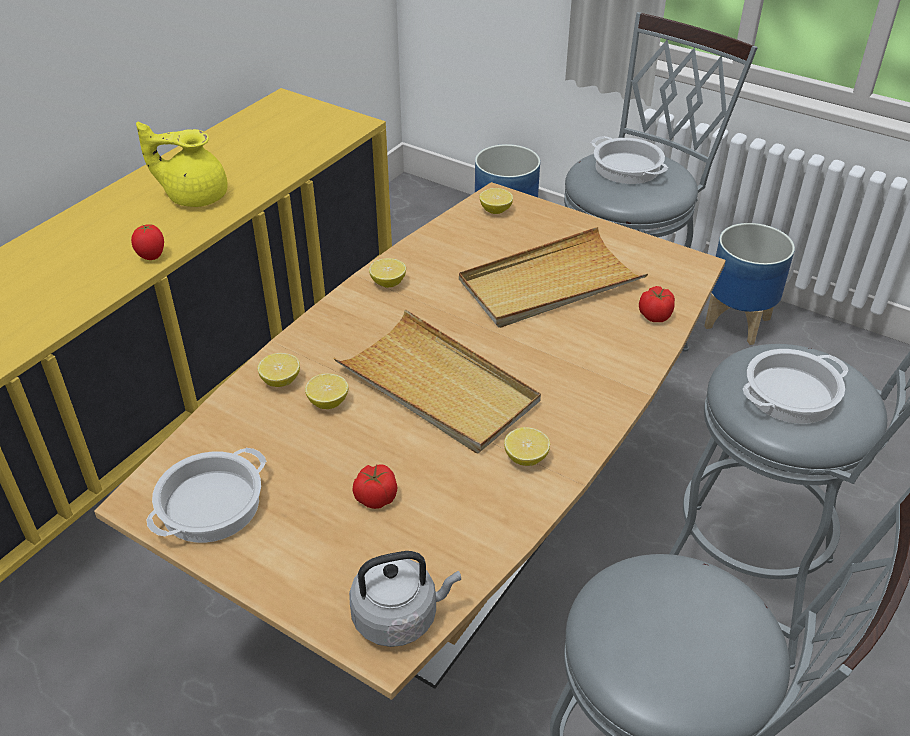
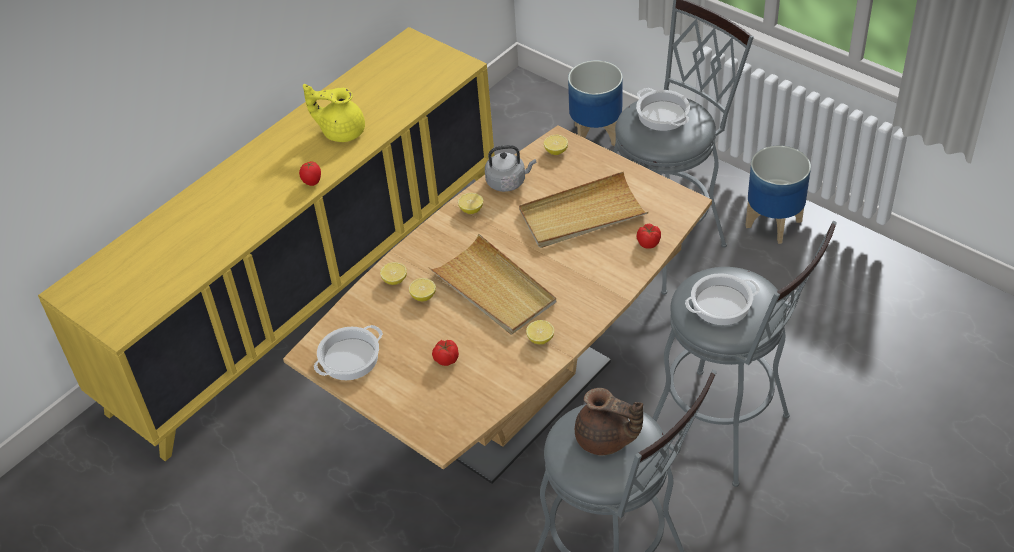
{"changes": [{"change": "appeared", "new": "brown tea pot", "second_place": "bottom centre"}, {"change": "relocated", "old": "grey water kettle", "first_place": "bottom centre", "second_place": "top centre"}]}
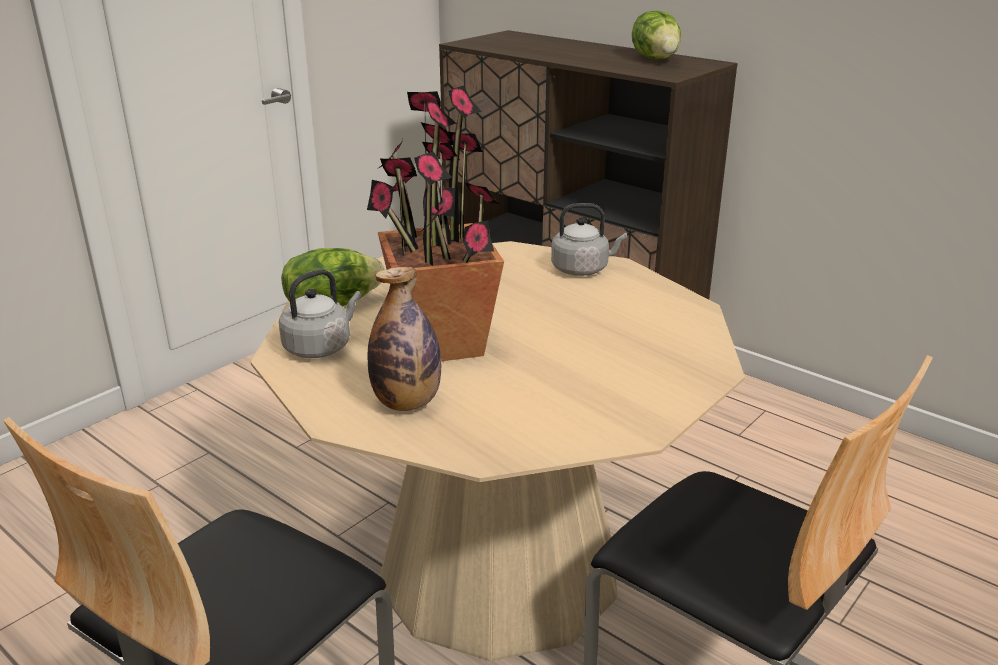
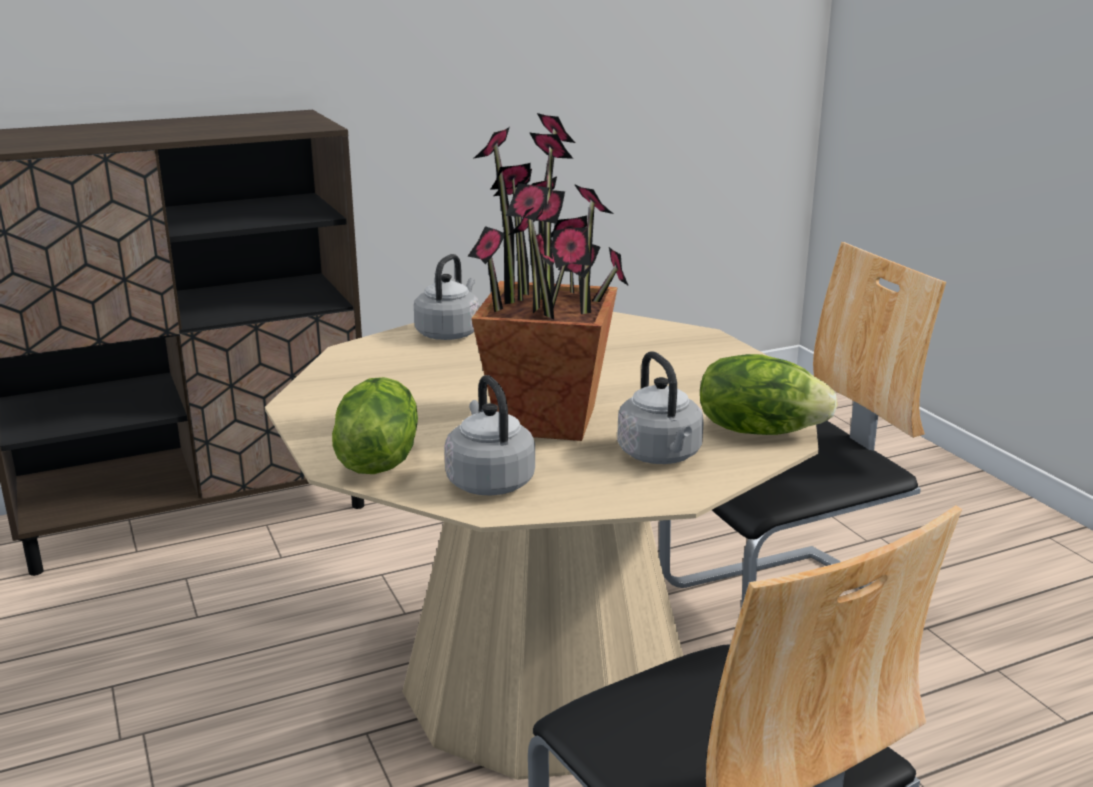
{"changes": [{"change": "relocated", "old": "lettuce head (no. 2 from left)", "first_place": "top centre", "second_place": "middle right"}, {"change": "exchanged", "old": "drink bottle", "new": "grey water kettle (no. 3 from left)", "first_place": "centre", "second_place": "centre"}]}
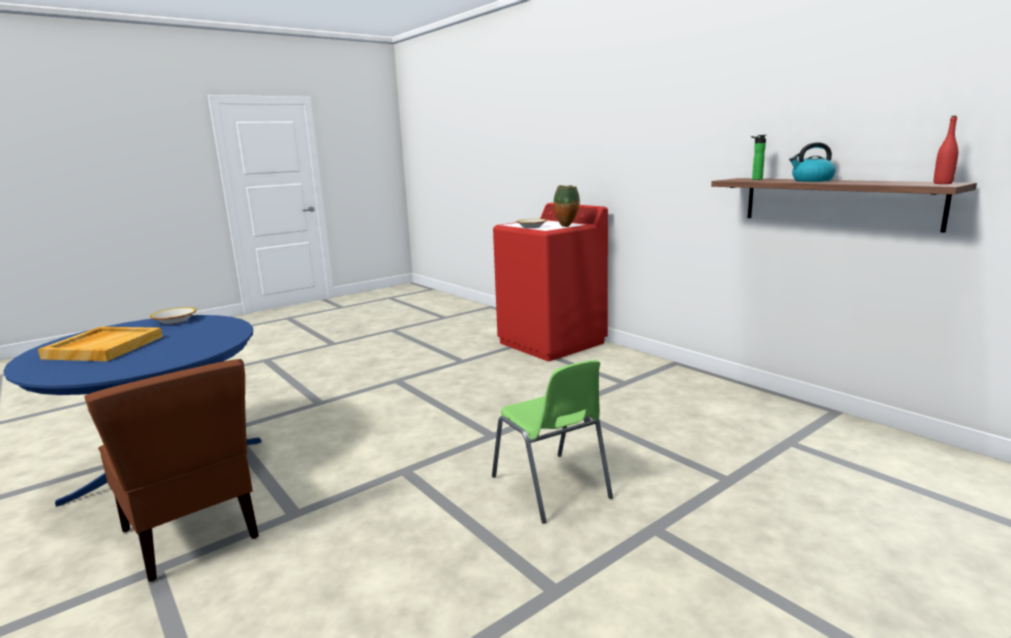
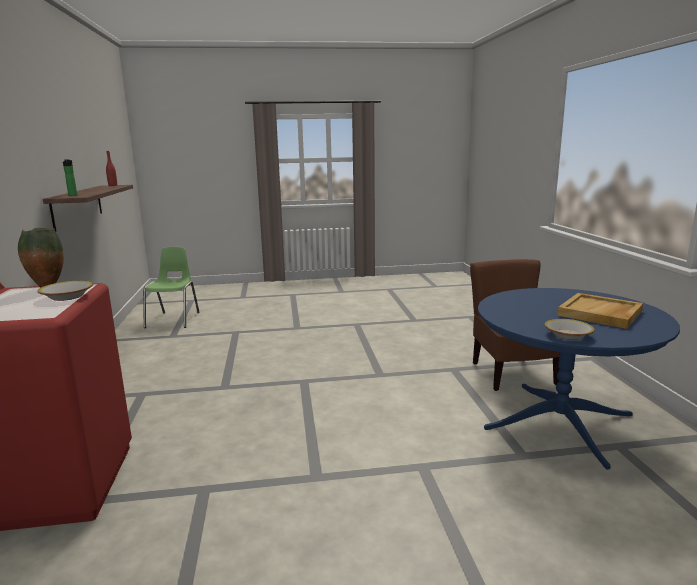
{"changes": [{"change": "missing", "old": "water kettle", "first_place": "top right"}, {"change": "relocated", "old": "green-coloured chair", "first_place": "bottom centre", "second_place": "middle left"}]}
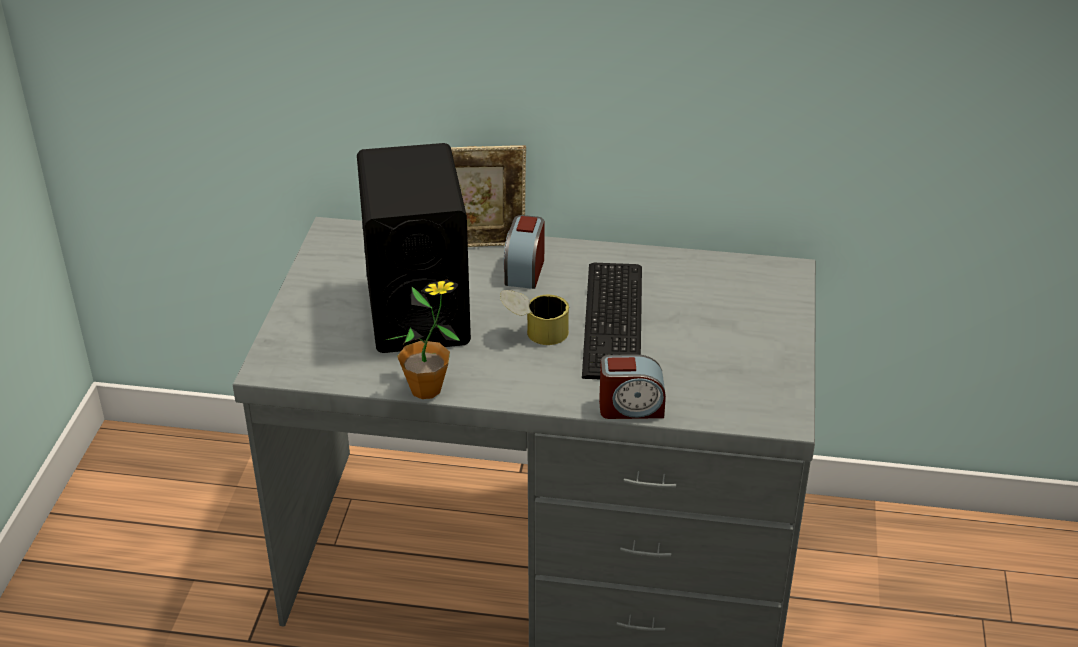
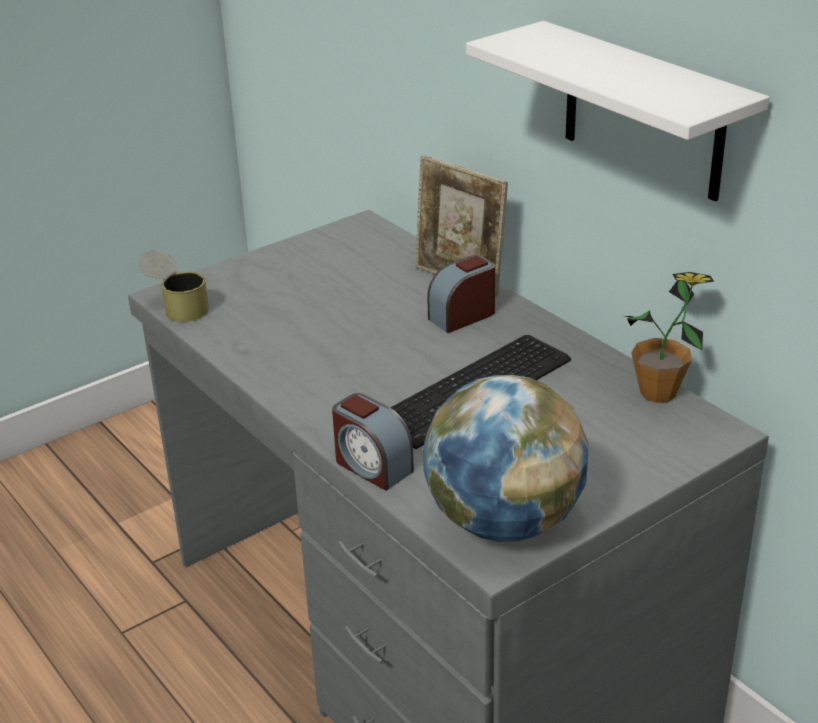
{"changes": [{"change": "missing", "old": "black speaker", "first_place": "centre"}, {"change": "appeared", "new": "world globe", "second_place": "centre"}, {"change": "appeared", "new": "white-coloured bracket shelf", "second_place": "top right"}, {"change": "relocated", "old": "plant in a pot", "first_place": "centre", "second_place": "middle right"}, {"change": "relocated", "old": "can", "first_place": "centre", "second_place": "middle left"}]}
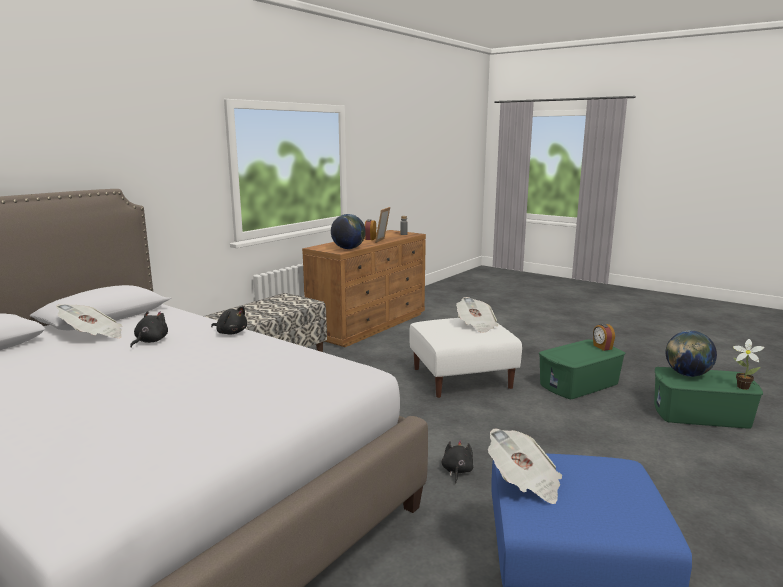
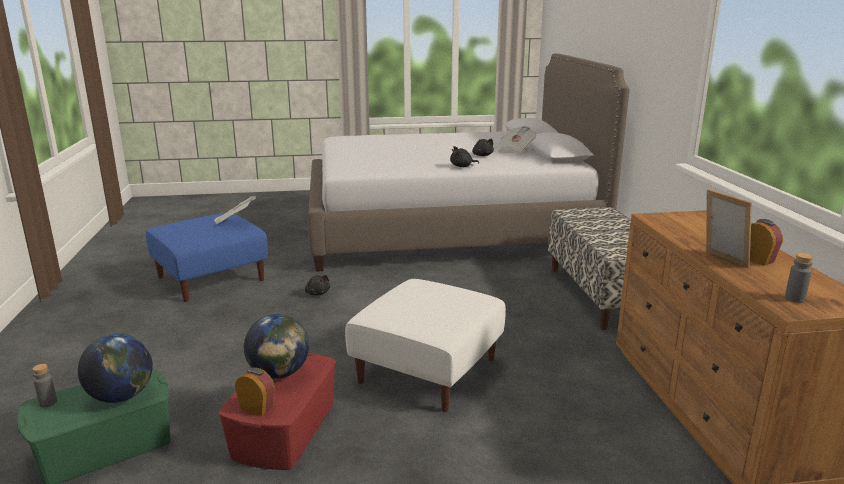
{"changes": [{"change": "missing", "old": "printed paper (no. 2 from left)", "first_place": "centre"}, {"change": "relocated", "old": "world globe (no. 1 from left in the first image)", "new": "world globe (no. 2 from left)", "first_place": "centre", "second_place": "bottom left"}, {"change": "exchanged", "old": "plant in a pot", "new": "grey drink bottle (no. 1 from left)", "first_place": "middle right", "second_place": "bottom left"}, {"change": "colour", "old": "green-coloured storage bin (no. 1 from left)", "new": "reddish storage bin", "first_place": "middle right", "second_place": "bottom left"}]}
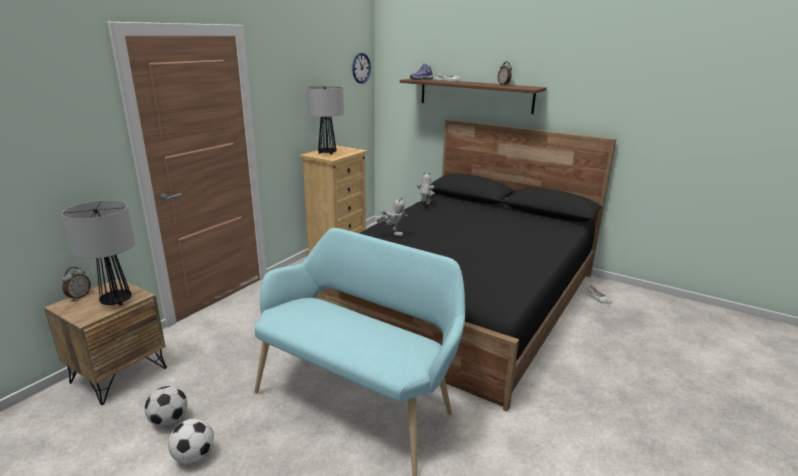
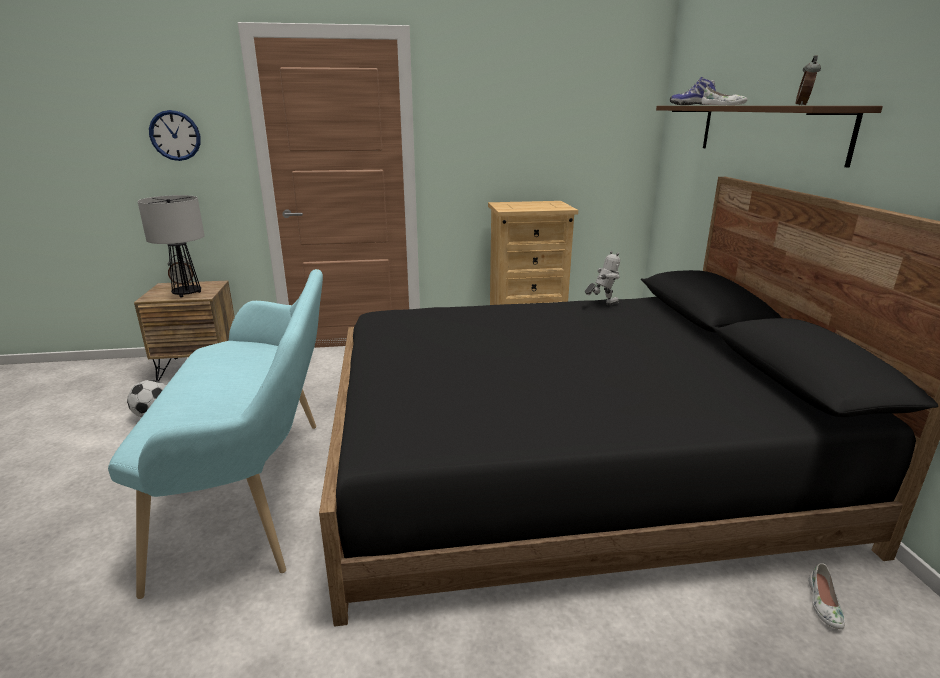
{"changes": [{"change": "missing", "old": "ball for football (no. 2 from left)", "first_place": "bottom left"}, {"change": "missing", "old": "tabletop lamp (no. 2 from left)", "first_place": "top centre"}, {"change": "missing", "old": "toy robot (no. 1 from left)", "first_place": "centre"}, {"change": "relocated", "old": "wall clock", "first_place": "top centre", "second_place": "top left"}]}
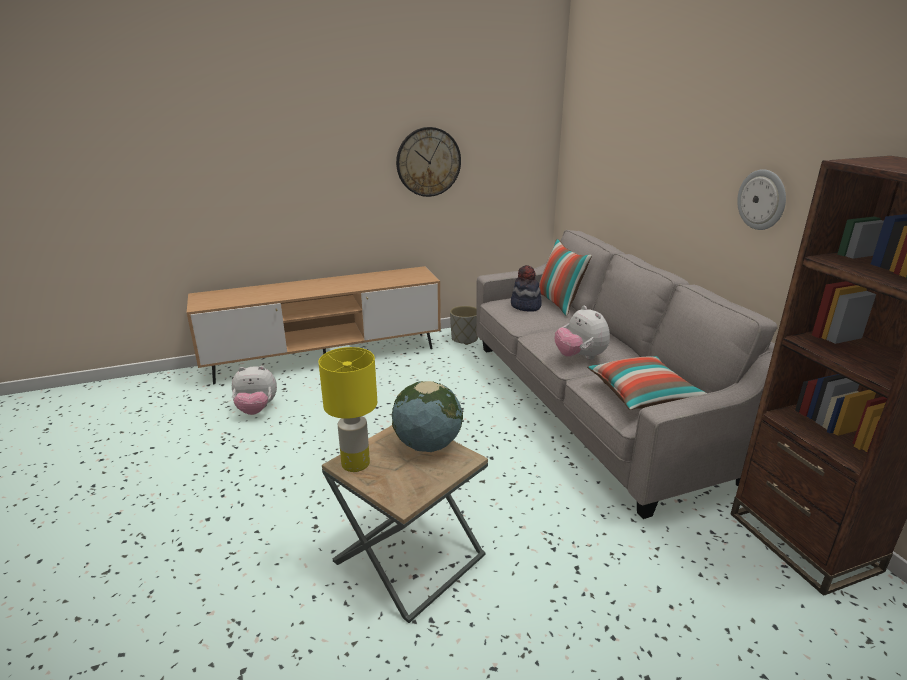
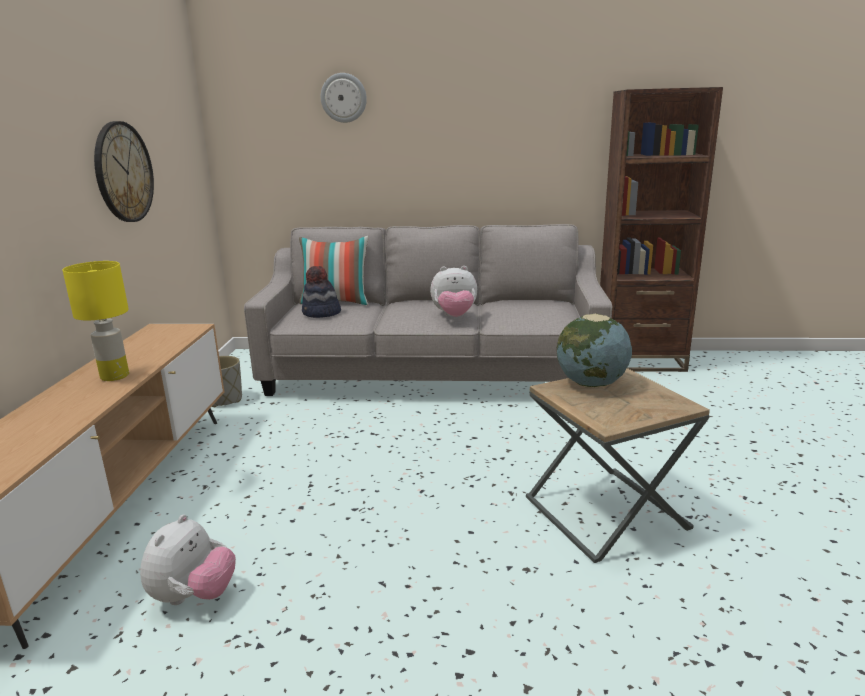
{"changes": [{"change": "missing", "old": "pillow (no. 2 from left)", "first_place": "middle right"}, {"change": "relocated", "old": "yellow-coloured tabletop lamp", "first_place": "centre", "second_place": "middle left"}, {"change": "relocated", "old": "wall clock (no. 2 from left)", "first_place": "top right", "second_place": "top centre"}]}
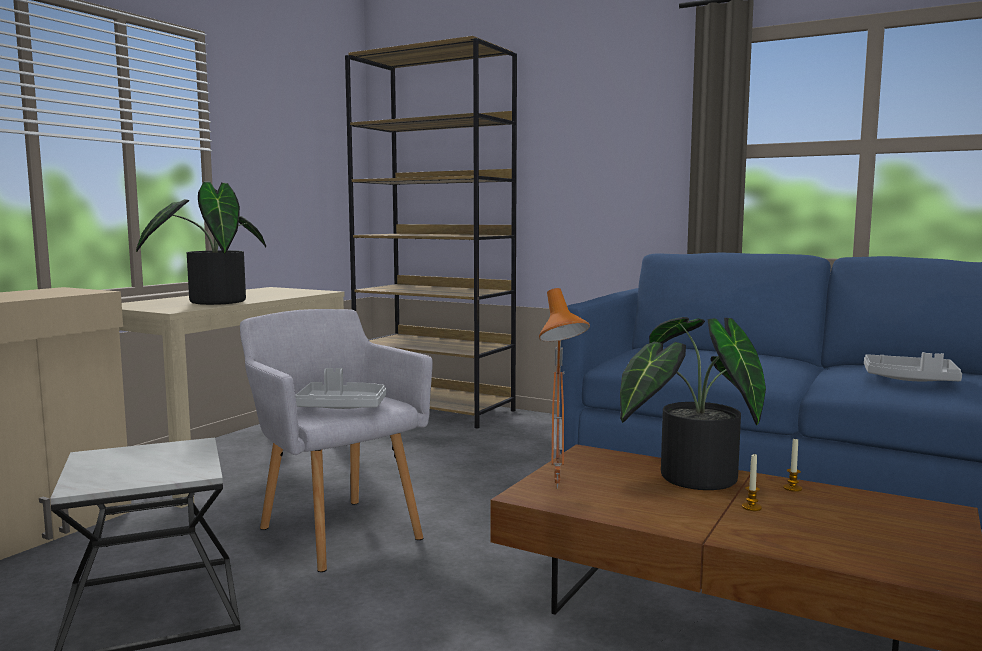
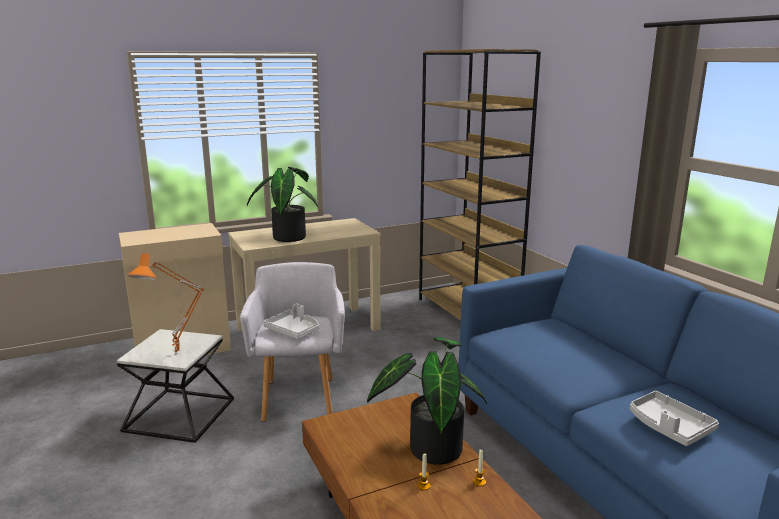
{"changes": [{"change": "relocated", "old": "orange-coloured tabletop lamp", "first_place": "centre", "second_place": "middle left"}]}
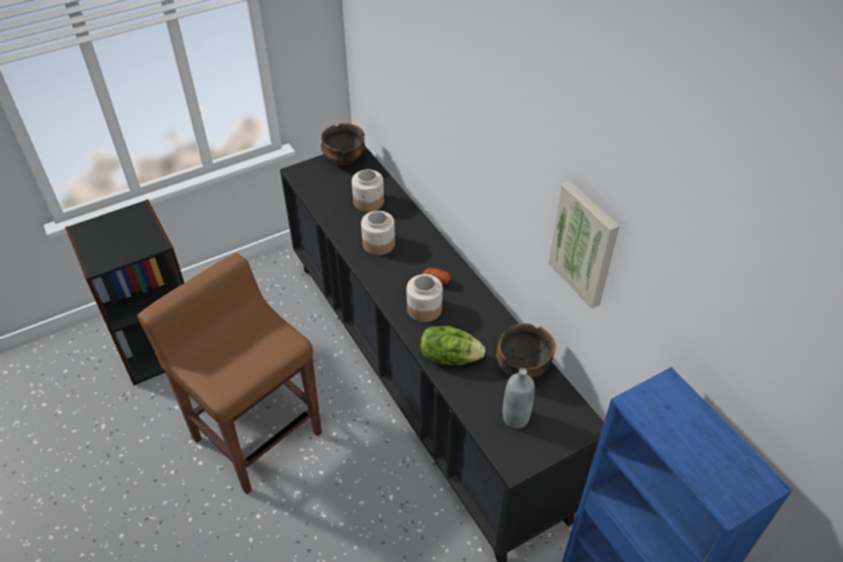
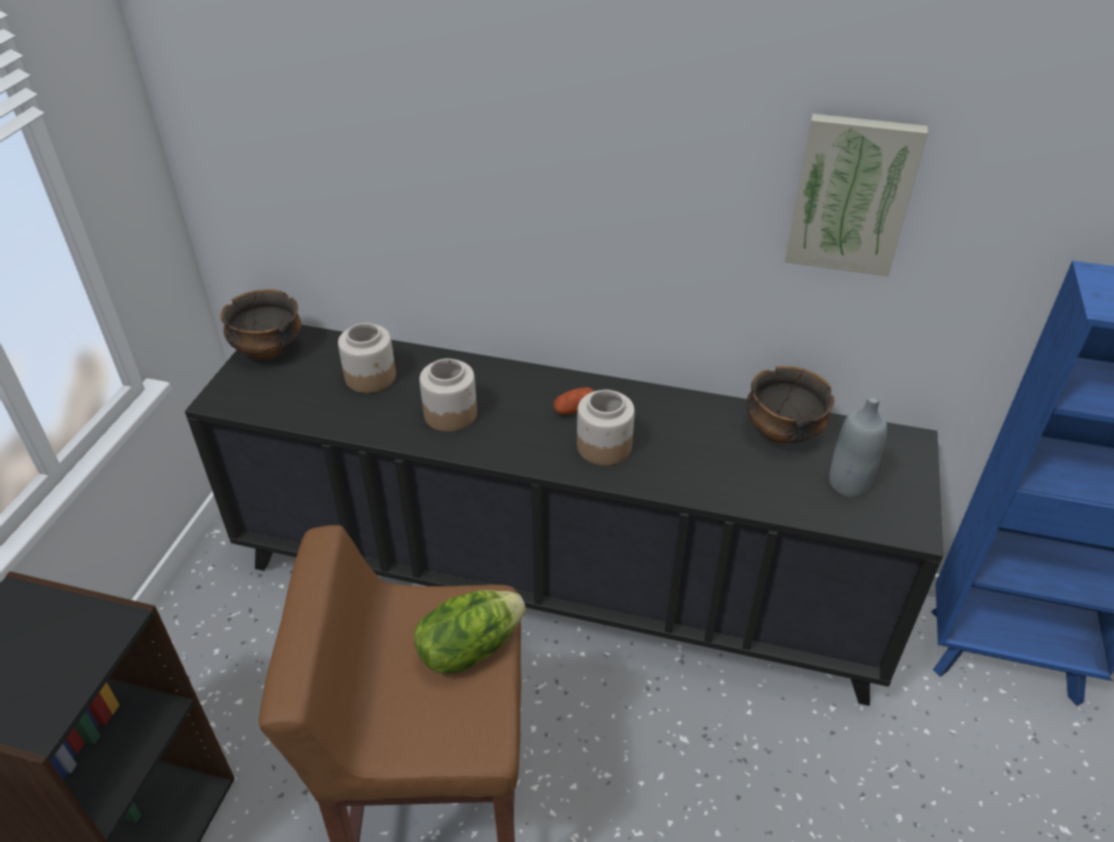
{"changes": [{"change": "relocated", "old": "lettuce head", "first_place": "centre", "second_place": "bottom centre"}]}
